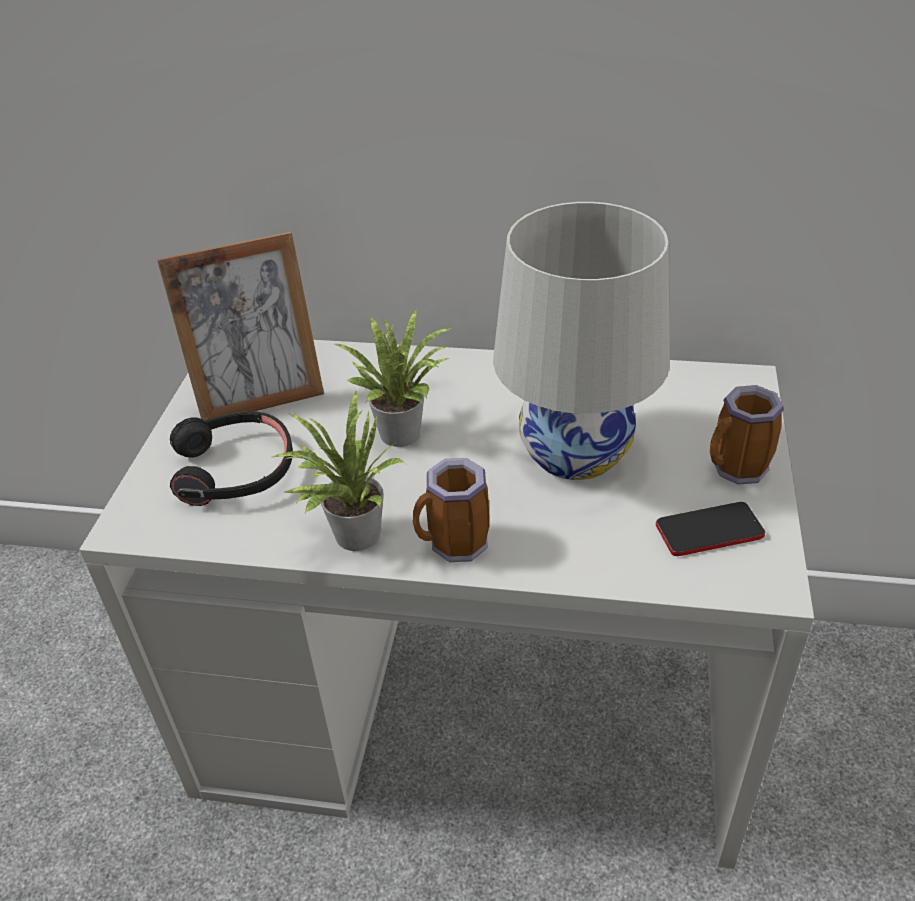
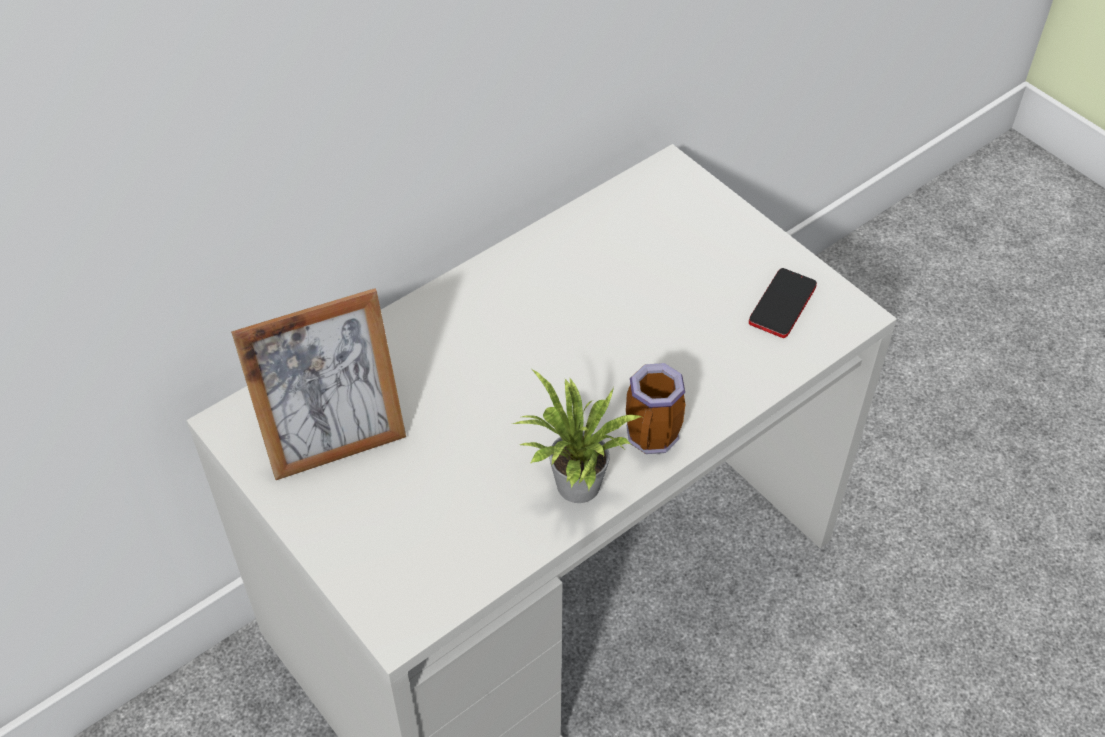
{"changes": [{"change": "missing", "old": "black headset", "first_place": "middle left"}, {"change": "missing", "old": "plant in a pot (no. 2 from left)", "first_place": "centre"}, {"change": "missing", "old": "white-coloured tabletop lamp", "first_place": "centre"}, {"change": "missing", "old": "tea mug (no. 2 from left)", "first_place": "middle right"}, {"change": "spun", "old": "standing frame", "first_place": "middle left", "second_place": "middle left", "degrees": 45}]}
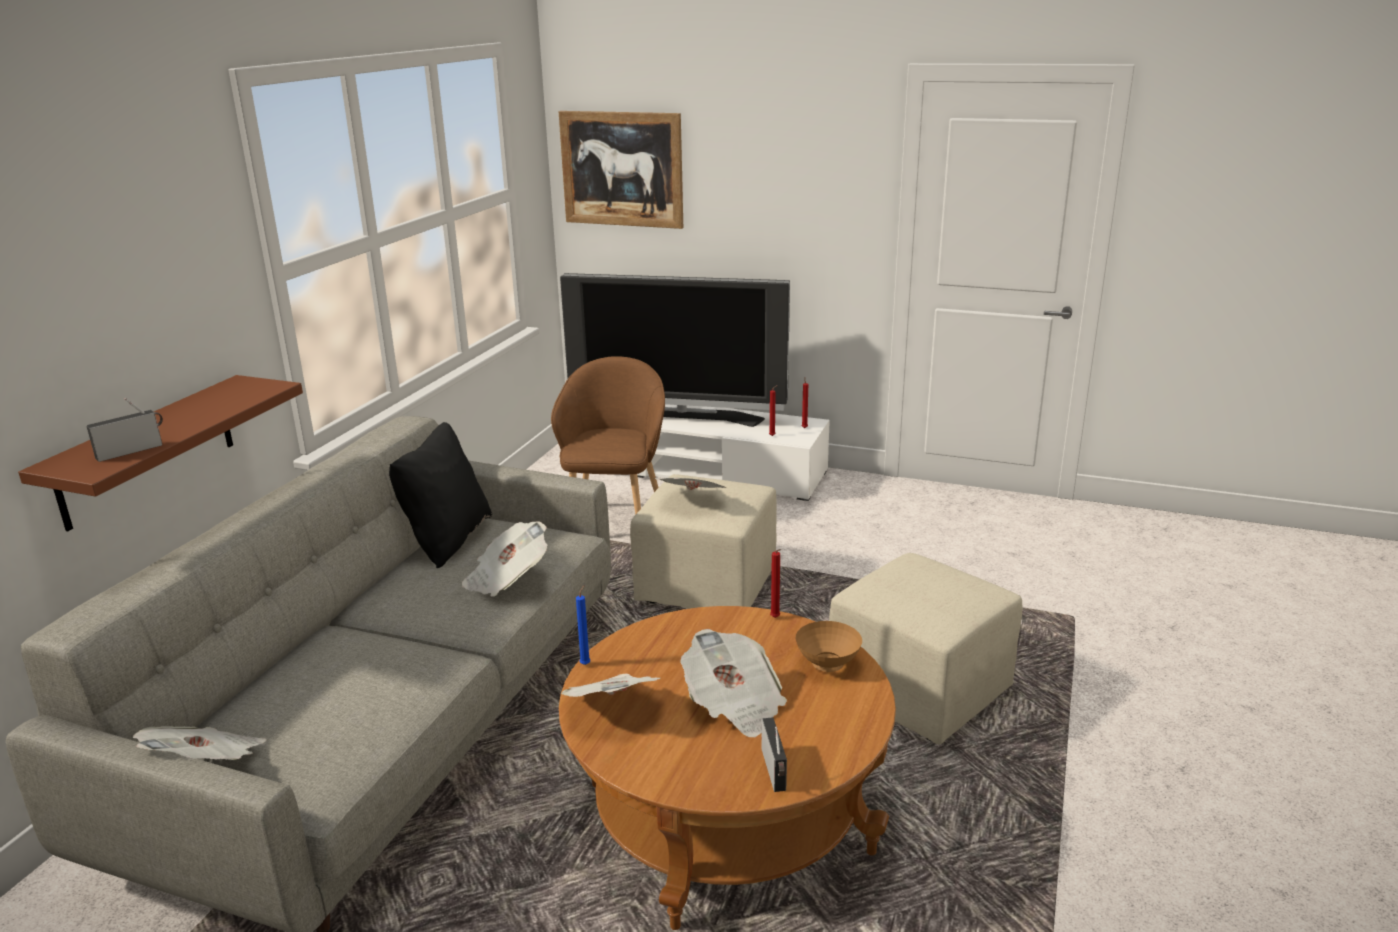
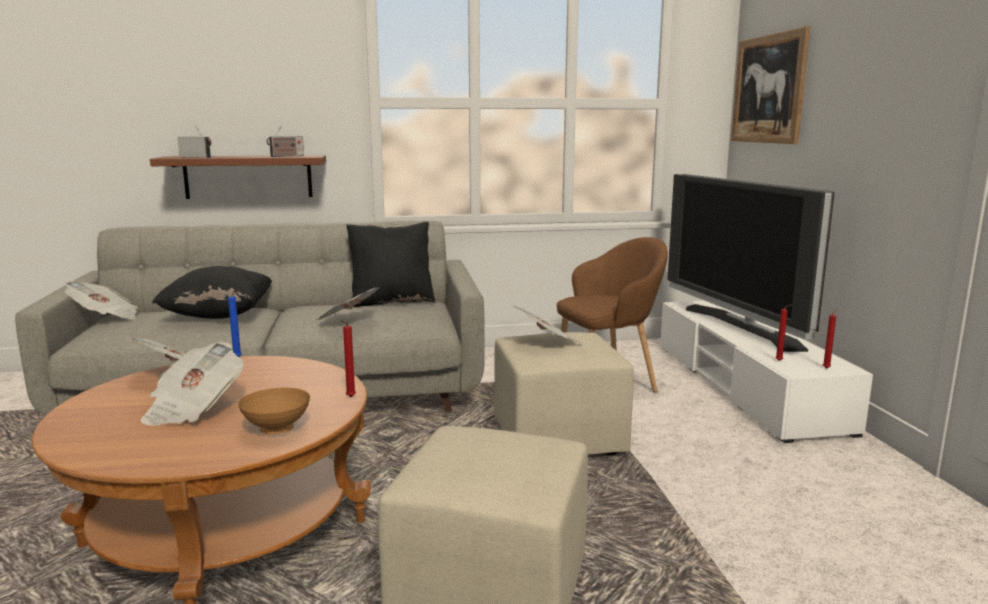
{"changes": [{"change": "appeared", "new": "black pillow (no. 1 from left)", "second_place": "middle left"}, {"change": "relocated", "old": "radio set (no. 2 from left)", "first_place": "bottom centre", "second_place": "top left"}]}
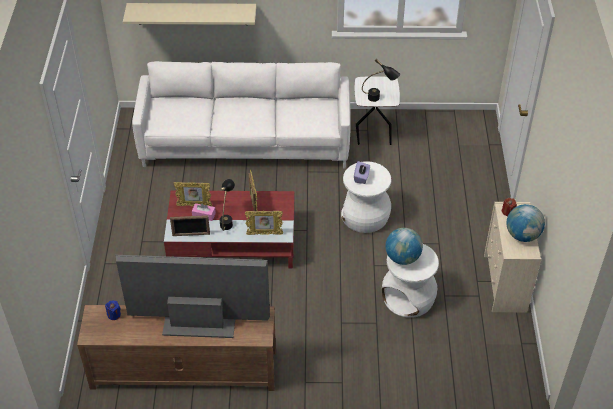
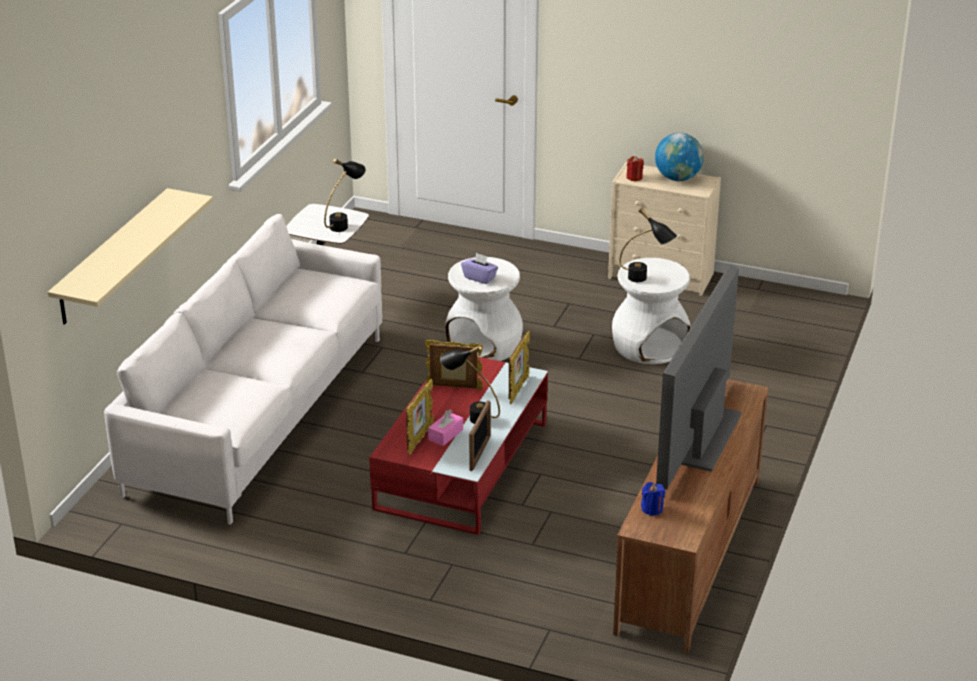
{"changes": [{"change": "exchanged", "old": "world globe (no. 1 from left)", "new": "black tabletop lamp (no. 3 from left)", "first_place": "centre", "second_place": "centre"}]}
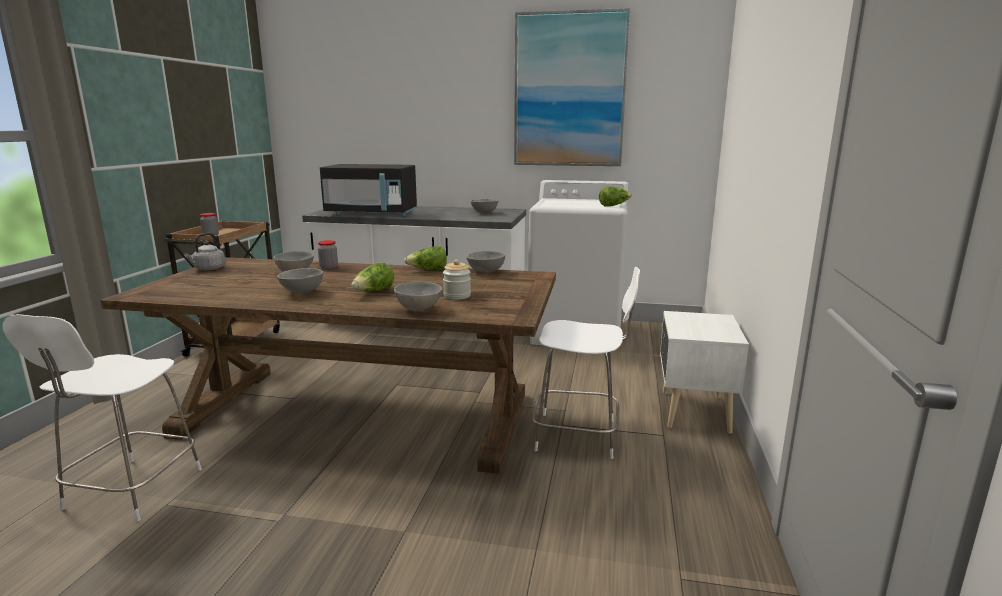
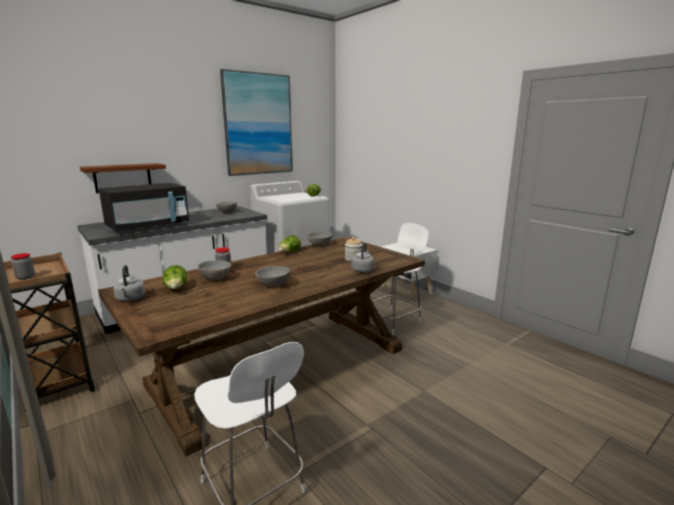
{"changes": [{"change": "appeared", "new": "brown bracket shelf", "second_place": "middle left"}, {"change": "relocated", "old": "lettuce head (no. 1 from left)", "first_place": "centre", "second_place": "middle left"}, {"change": "exchanged", "old": "grey bowl (no. 3 from left)", "new": "grey water kettle (no. 2 from left)", "first_place": "centre", "second_place": "centre"}]}
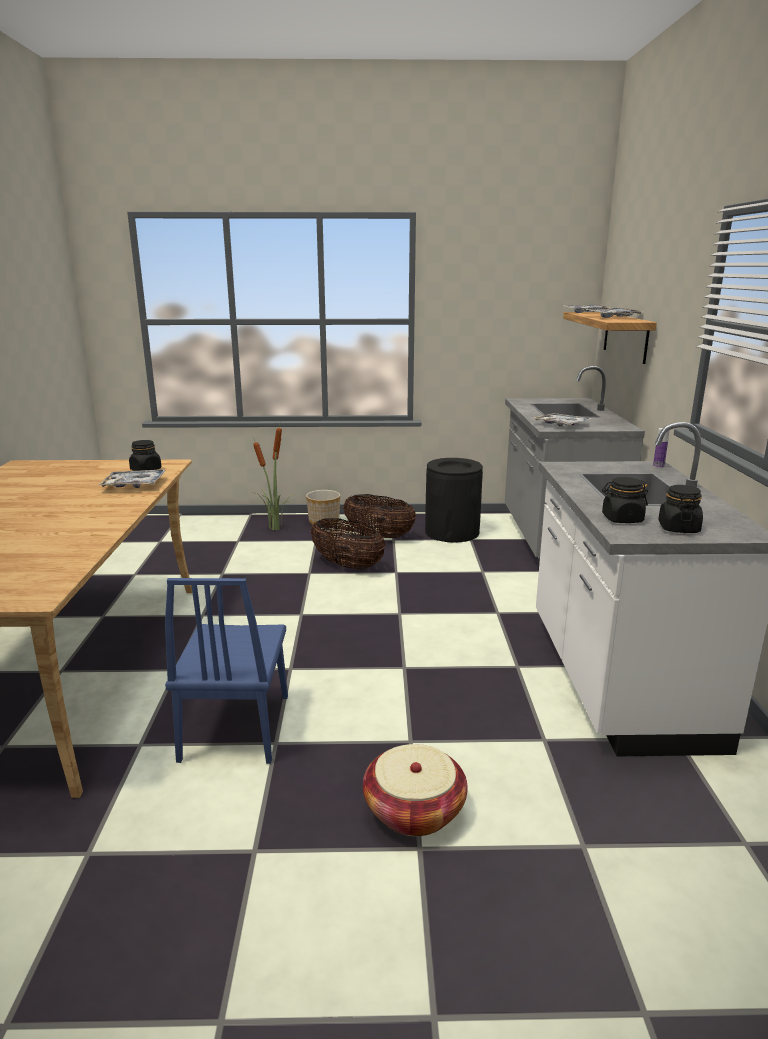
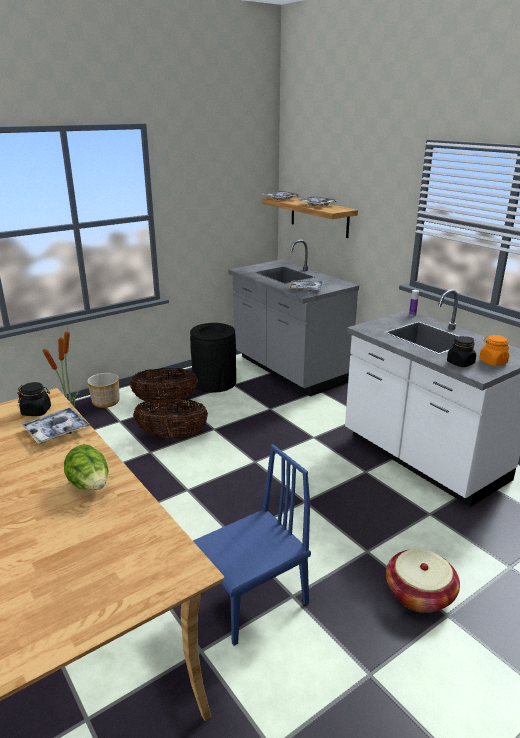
{"changes": [{"change": "appeared", "new": "lettuce head", "second_place": "middle left"}, {"change": "colour", "old": "black preserve jar (no. 3 from left)", "new": "orange-coloured preserve jar", "first_place": "middle right", "second_place": "middle right"}, {"change": "spun", "old": "blue-coloured chair", "first_place": "middle left", "second_place": "bottom centre", "degrees": -90}]}
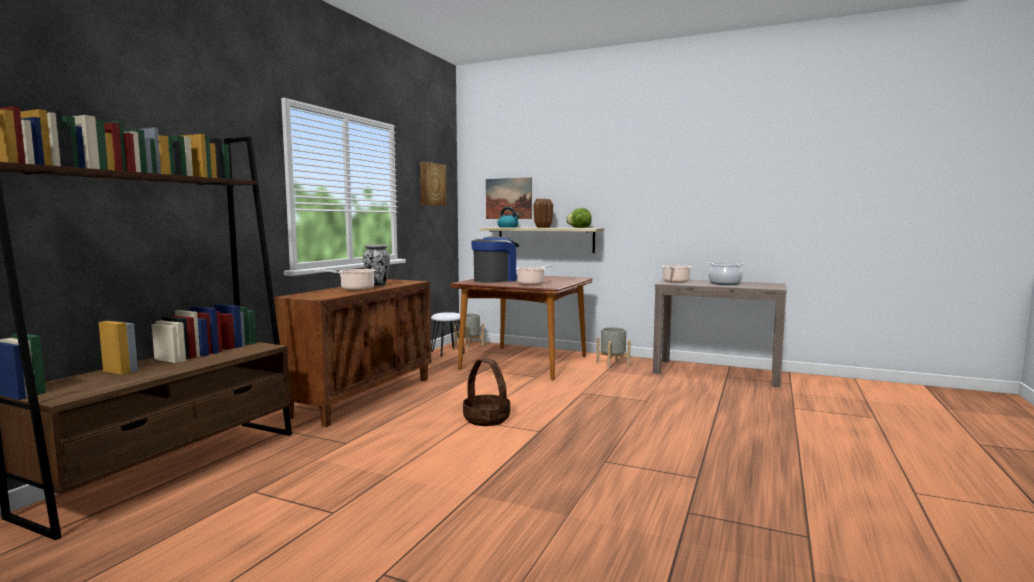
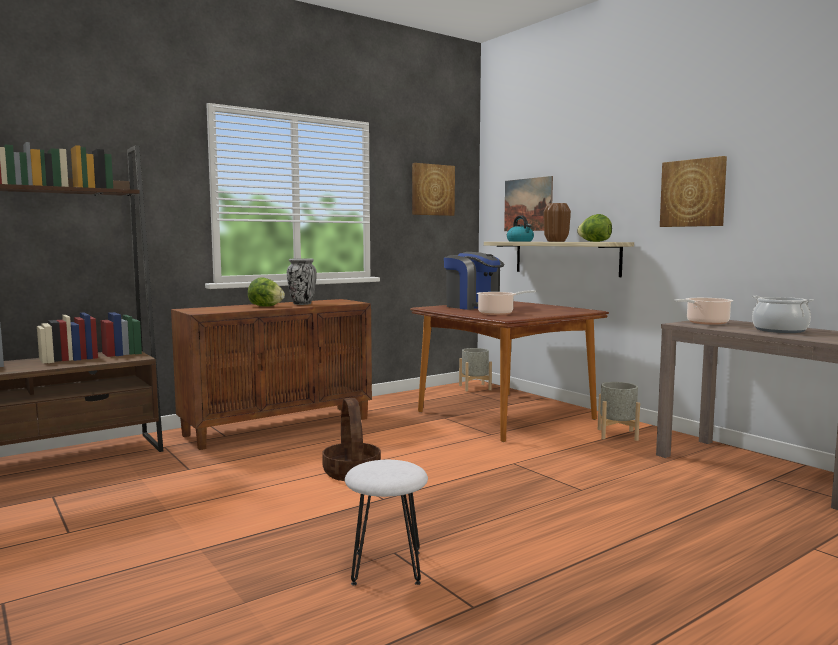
{"changes": [{"change": "appeared", "new": "wall art (no. 3 from left)", "second_place": "top right"}, {"change": "relocated", "old": "white-coloured sitting stool", "first_place": "centre", "second_place": "bottom centre"}, {"change": "exchanged", "old": "stockpot (no. 1 from left)", "new": "lettuce head (no. 1 from left)", "first_place": "centre", "second_place": "middle left"}, {"change": "spun", "old": "coffee brewer", "first_place": "centre", "second_place": "centre", "degrees": 60}]}
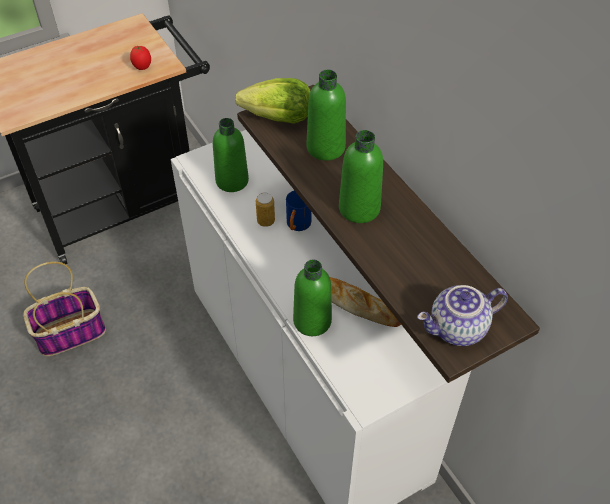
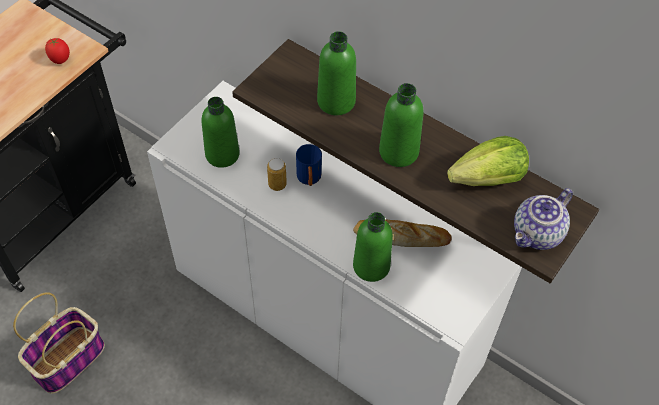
{"changes": [{"change": "relocated", "old": "lettuce head", "first_place": "top centre", "second_place": "middle right"}]}
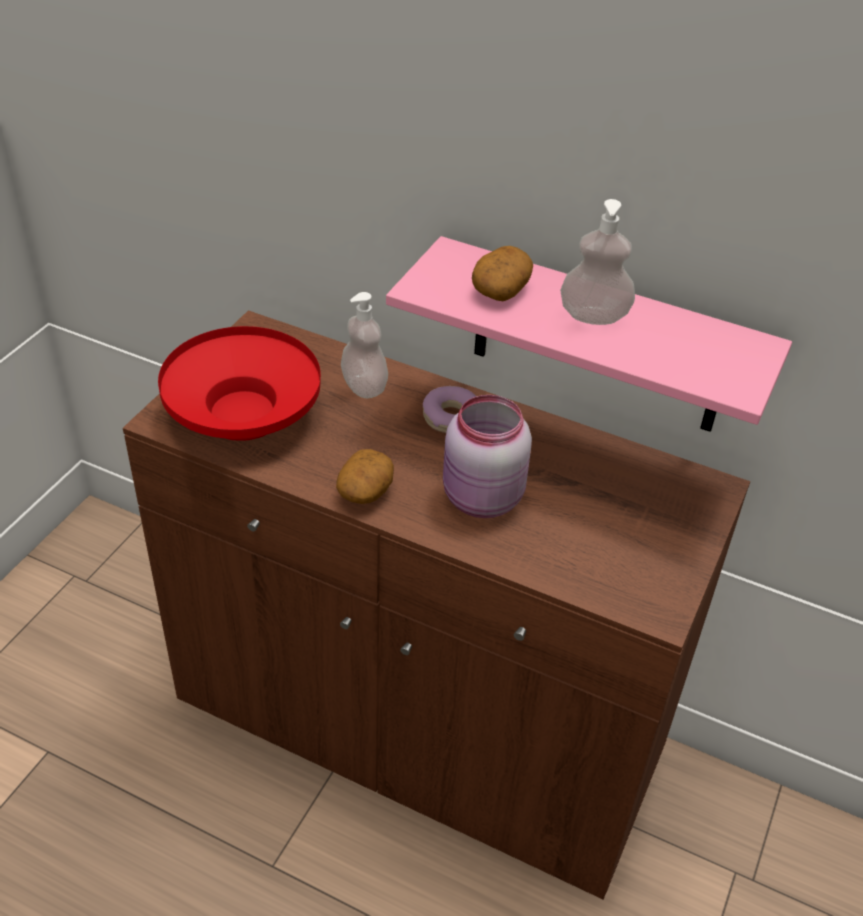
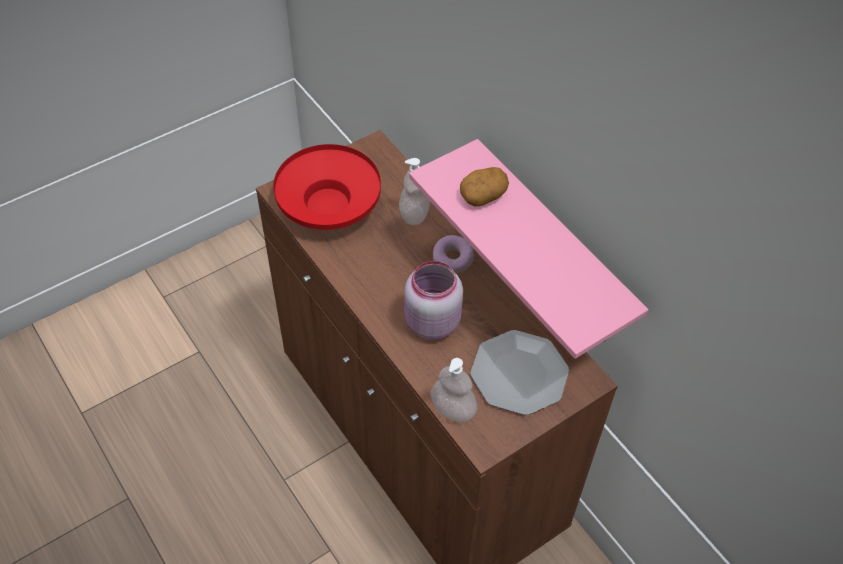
{"changes": [{"change": "missing", "old": "spud (no. 1 from left)", "first_place": "centre"}, {"change": "appeared", "new": "flat dish", "second_place": "centre"}, {"change": "relocated", "old": "liquid soap bottle (no. 2 from left)", "first_place": "top right", "second_place": "bottom centre"}]}
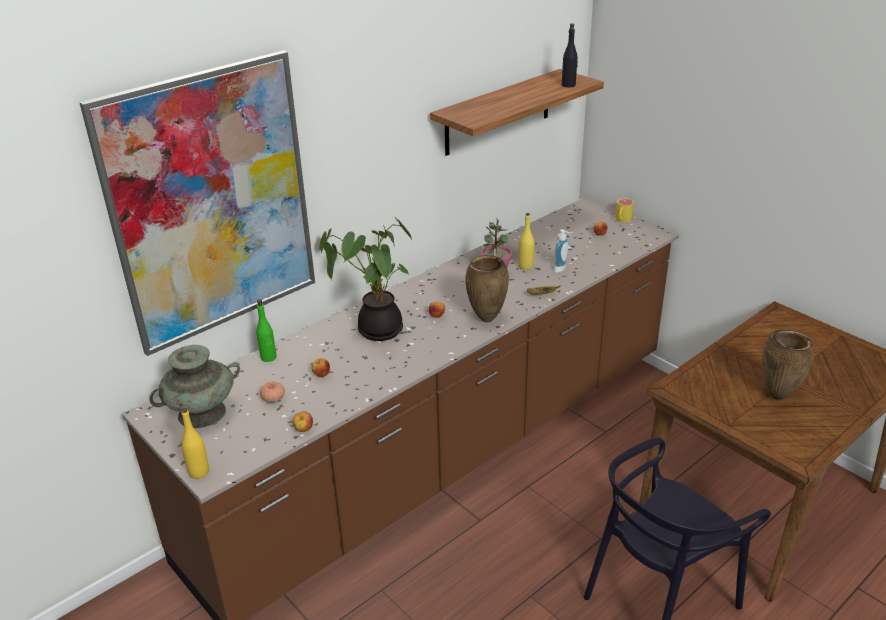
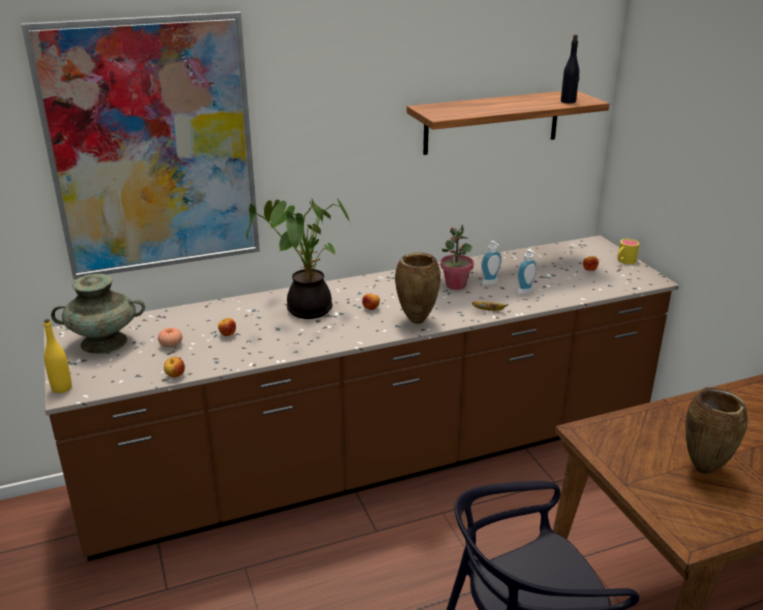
{"changes": [{"change": "missing", "old": "green-coloured drink bottle", "first_place": "middle left"}, {"change": "exchanged", "old": "yellow-coloured drink bottle (no. 2 from left)", "new": "liquid soap bottle (no. 1 from left)", "first_place": "centre", "second_place": "centre"}]}
